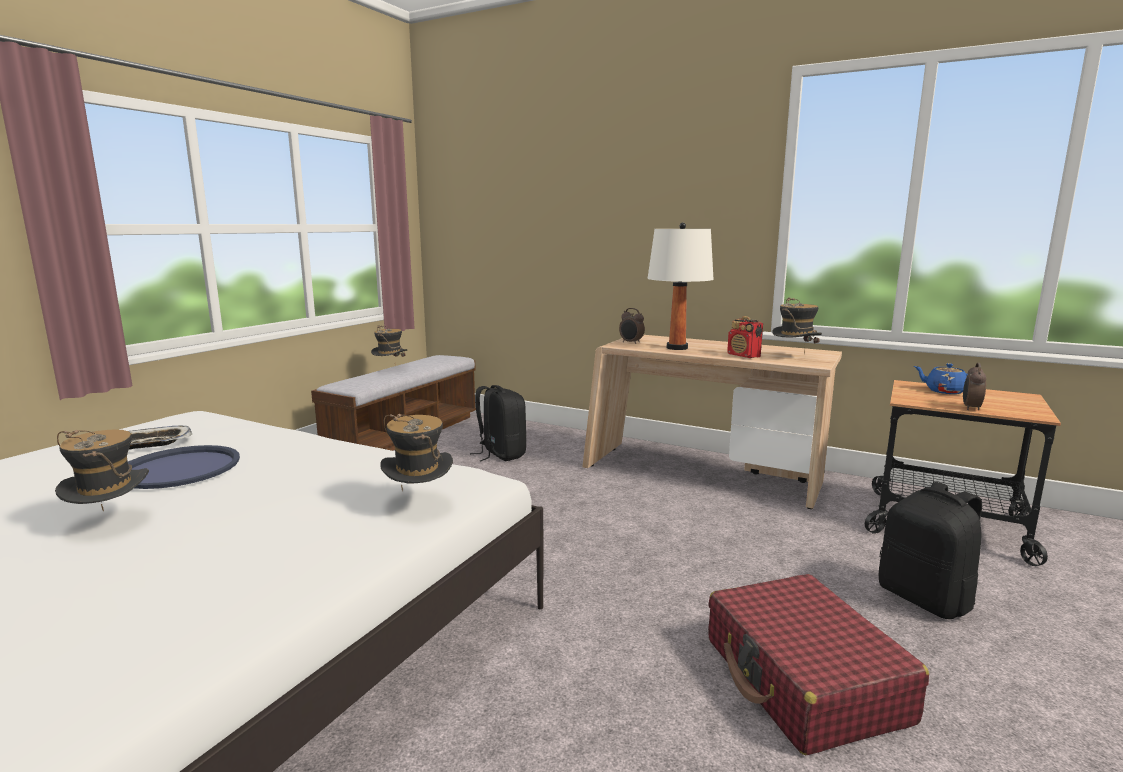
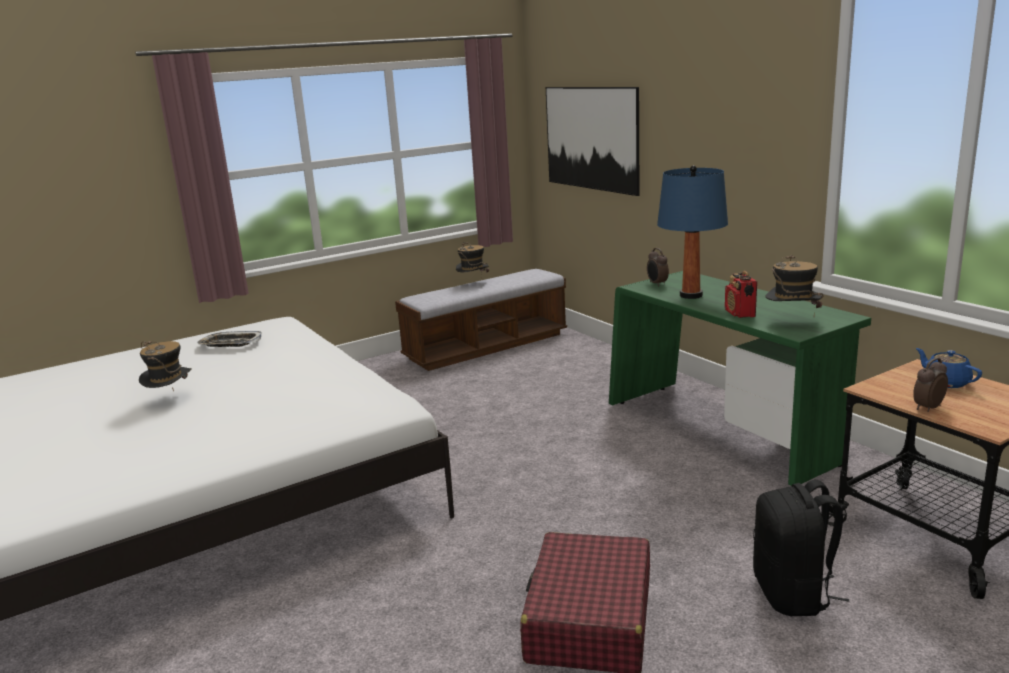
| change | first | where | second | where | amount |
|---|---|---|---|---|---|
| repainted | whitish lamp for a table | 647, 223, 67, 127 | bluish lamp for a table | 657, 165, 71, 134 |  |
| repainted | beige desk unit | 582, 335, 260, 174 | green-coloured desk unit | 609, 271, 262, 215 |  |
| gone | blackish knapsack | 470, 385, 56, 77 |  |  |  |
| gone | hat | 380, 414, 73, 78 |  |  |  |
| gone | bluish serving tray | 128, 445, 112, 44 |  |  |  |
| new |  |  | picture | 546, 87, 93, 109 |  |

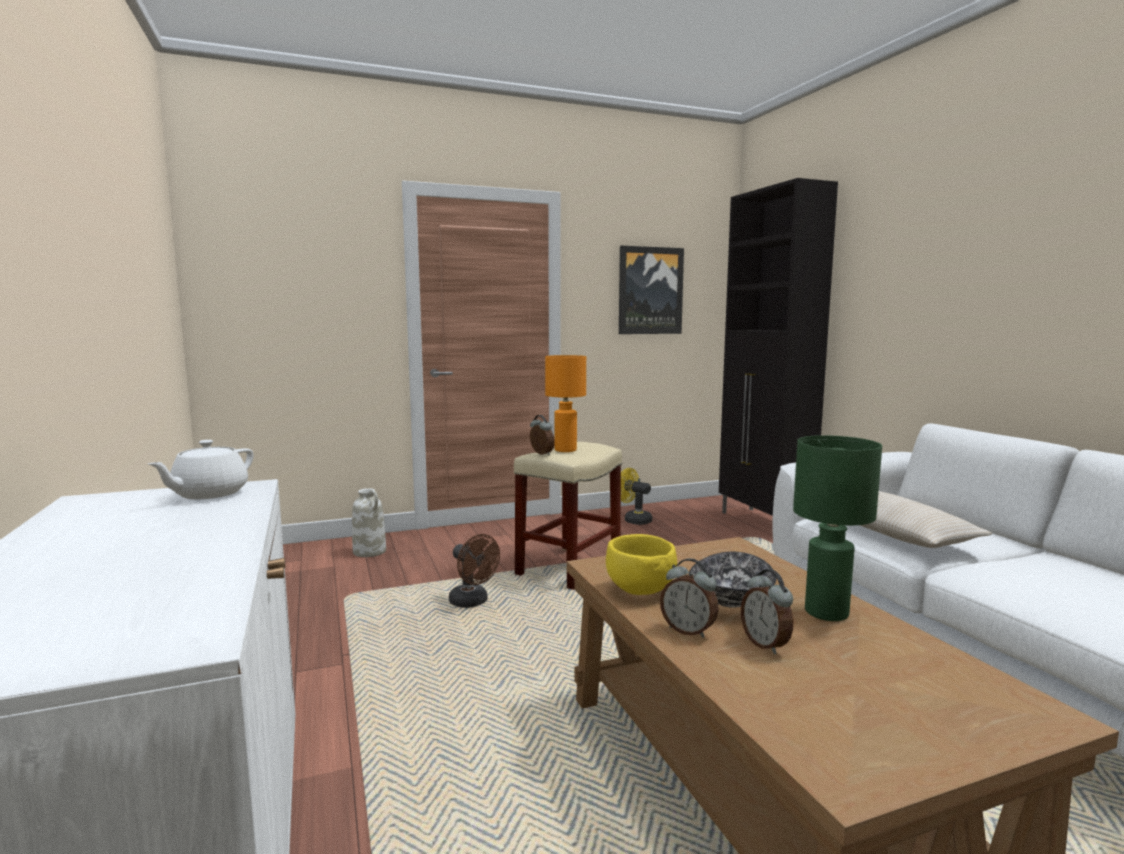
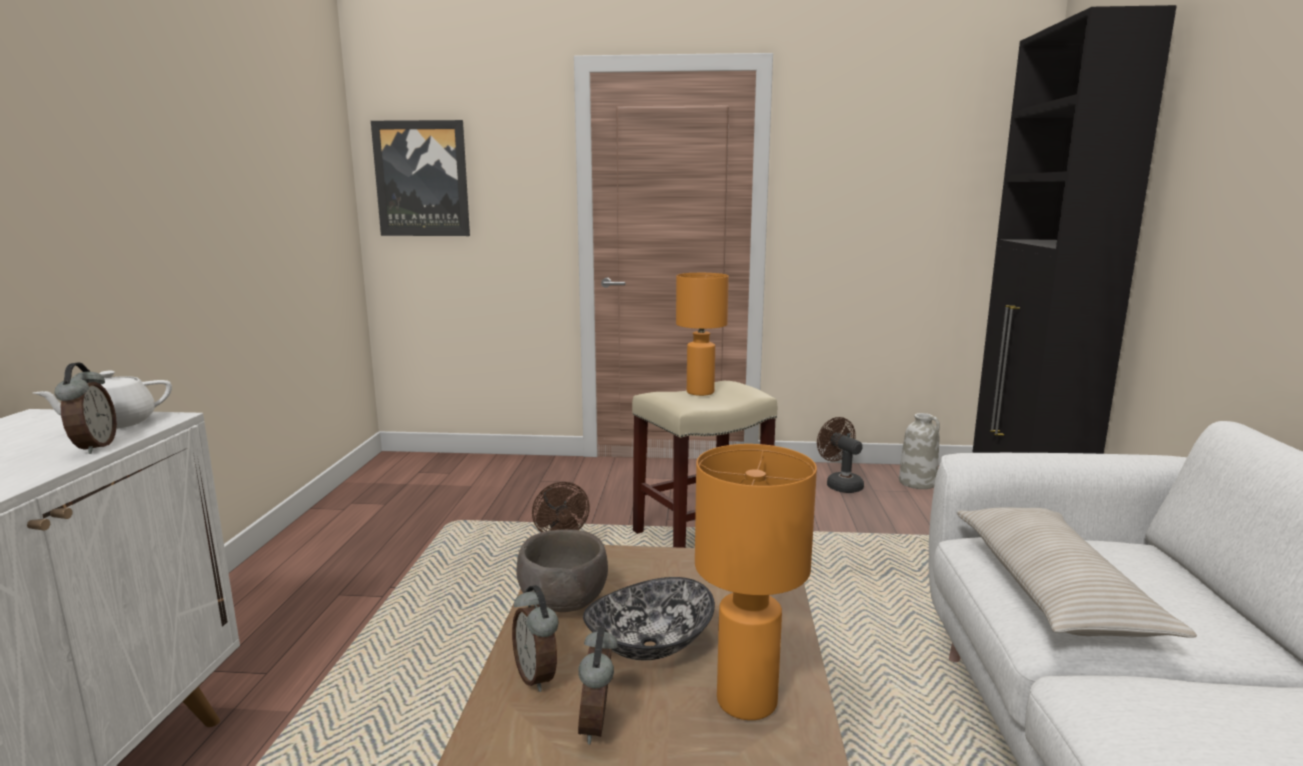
| change | first | where | second | where | amount |
|---|---|---|---|---|---|
| shifted | picture | 619, 246, 65, 88 |  | 371, 120, 99, 116 |  |
| shifted | bedside clock | 530, 415, 25, 40 |  | 54, 362, 63, 92 |  |
| repainted | green-coloured lamp for a table | 793, 435, 89, 186 | orange-coloured lamp for a table | 695, 444, 122, 276 |  |
| repainted | yellowish electric fan | 621, 468, 31, 57 | brown-coloured electric fan | 817, 417, 47, 76 |  |
| shifted | whitish flower vase | 352, 488, 34, 69 |  | 899, 413, 41, 76 |  |
| repainted | yellowish serving bowl | 606, 534, 71, 61 | brown-coloured serving bowl | 516, 529, 92, 83 |  |

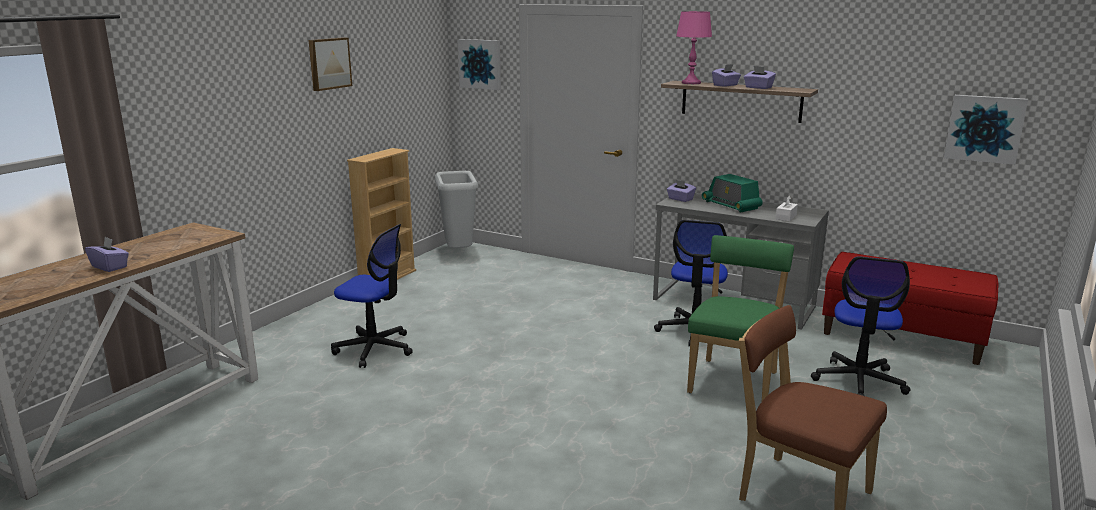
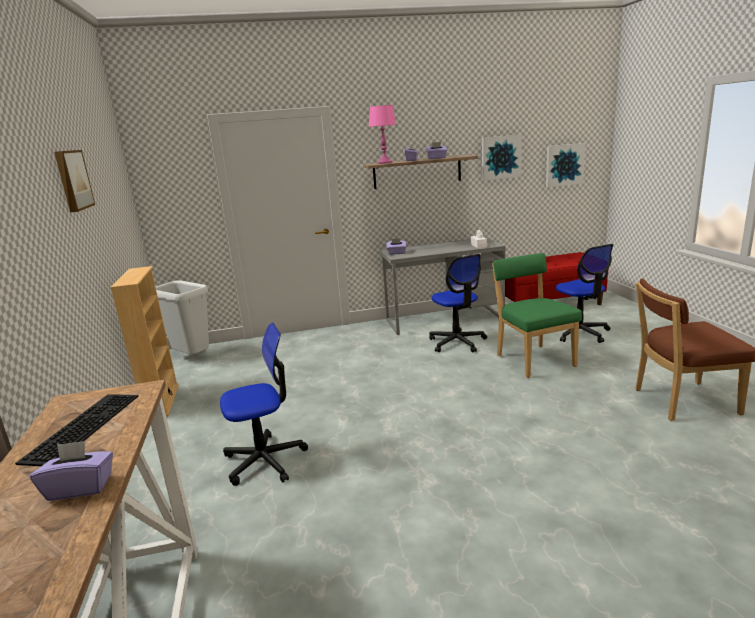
| change | first | where | second | where | amount |
|---|---|---|---|---|---|
| shifted | picture | 458, 39, 43, 51 |  | 482, 135, 40, 45 |  |
| gone | radio set | 702, 174, 61, 39 |  |  |  |
| new |  |  | PC keyboard | 15, 394, 123, 72 |  |

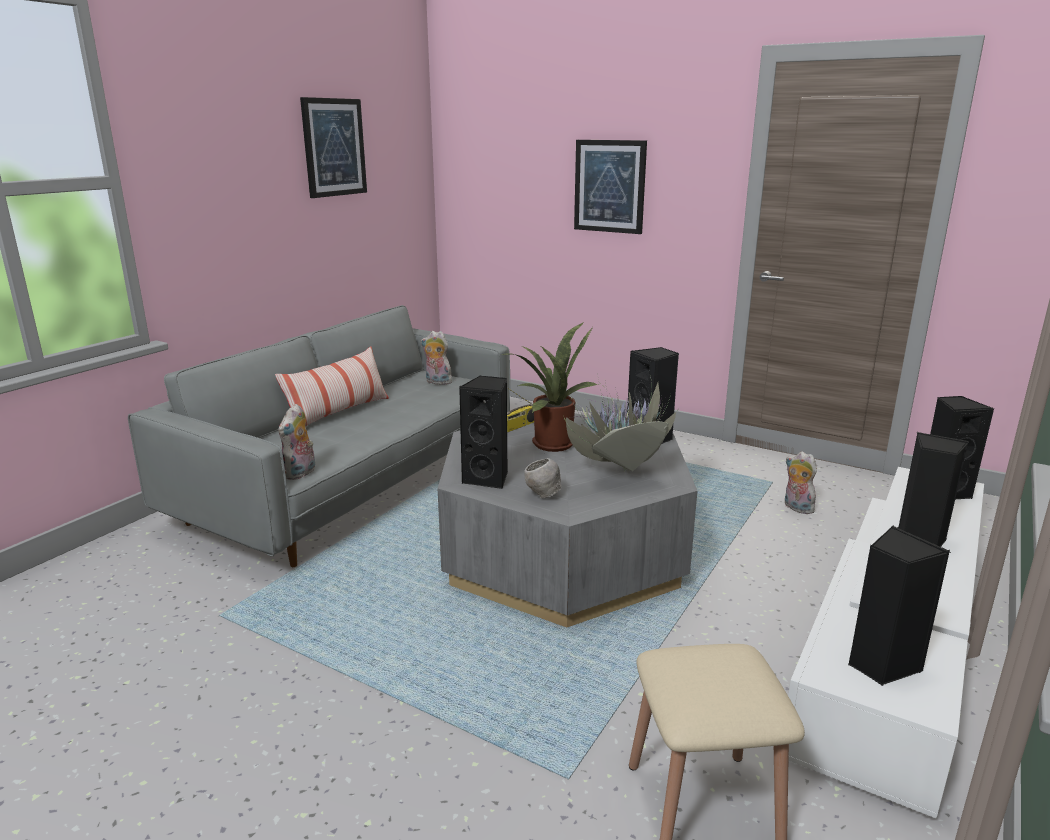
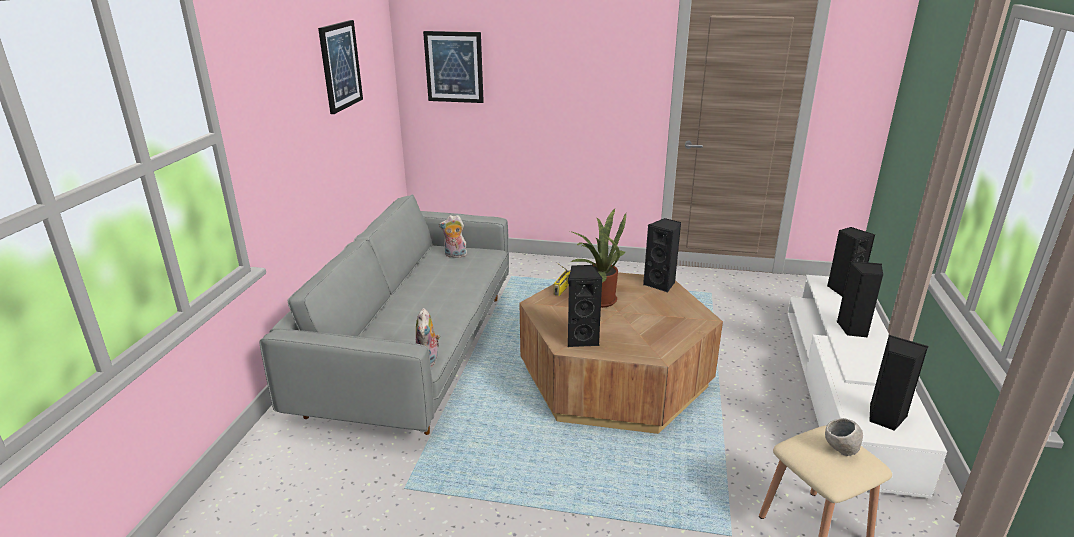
| change | first | where | second | where | amount |
|---|---|---|---|---|---|
| shifted | picture | 574, 140, 73, 94 |  | 423, 31, 61, 72 |  |
| gone | cushion | 275, 346, 114, 80 |  |  |  |
| gone | plant in a pot | 563, 375, 113, 97 |  |  |  |
| repainted | gray coffee table | 438, 413, 259, 215 | brown-coloured coffee table | 519, 272, 204, 162 |  |
| gone | soft toy | 785, 451, 33, 63 |  |  |  |
| shifted | gray serving bowl | 524, 458, 37, 40 |  | 825, 418, 38, 38 |  |

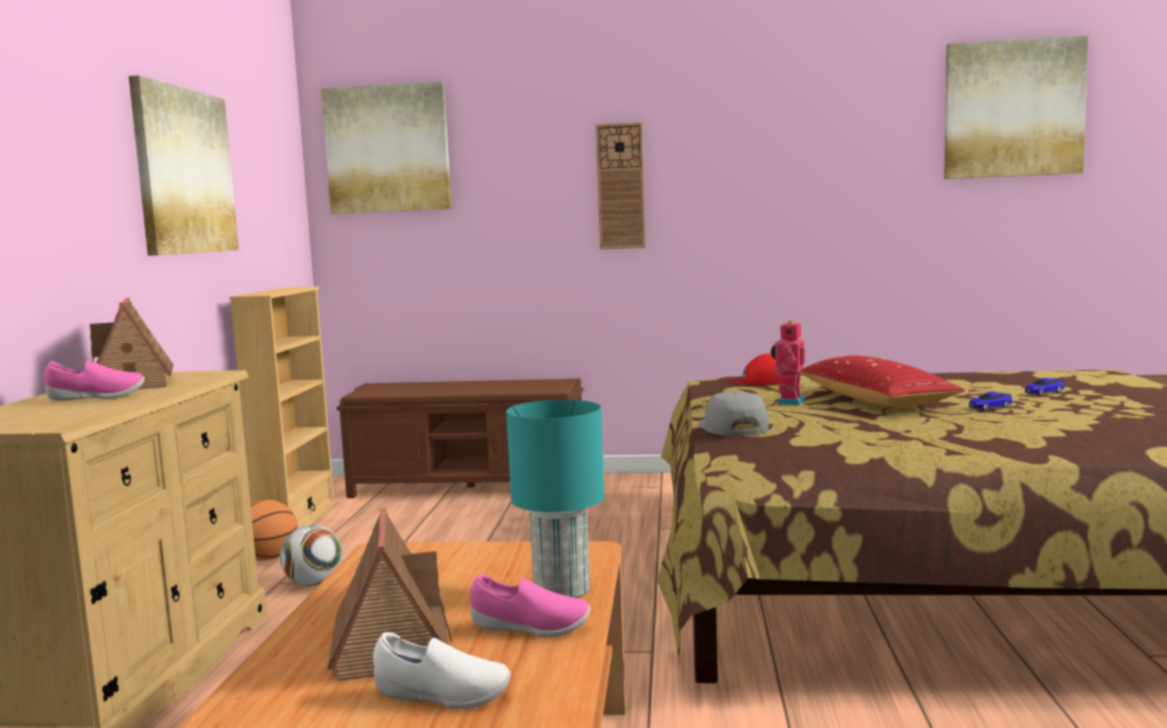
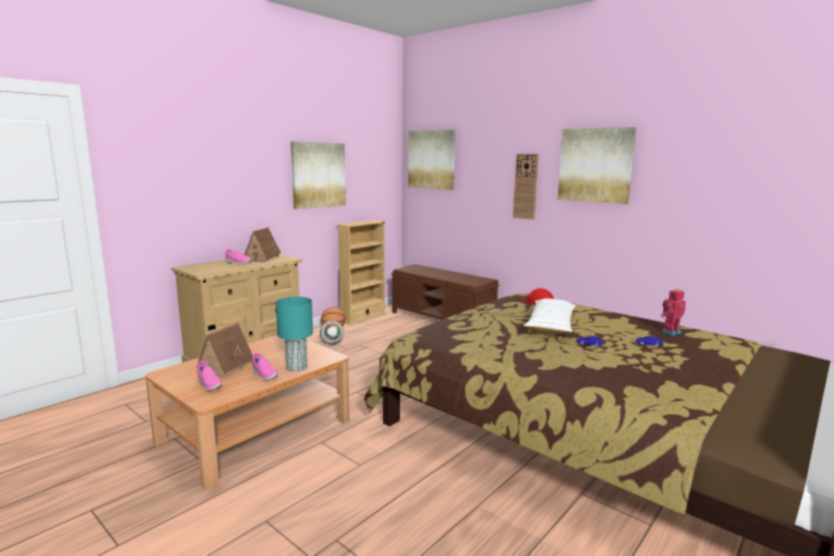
| change | first | where | second | where | amount |
|---|---|---|---|---|---|
| shifted | picture | 944, 35, 144, 144 |  | 557, 127, 79, 77 |  |
| shifted | robot figure | 771, 319, 34, 86 |  | 661, 289, 25, 47 |  |
| repainted | red-coloured cushion | 801, 355, 164, 52 | whitish cushion | 524, 298, 52, 36 |  |
| gone | gray peaked cap | 698, 392, 71, 44 |  |  |  |
| repainted | whitish item of footwear | 373, 632, 138, 77 | pink item of footwear | 197, 361, 25, 30 |  |

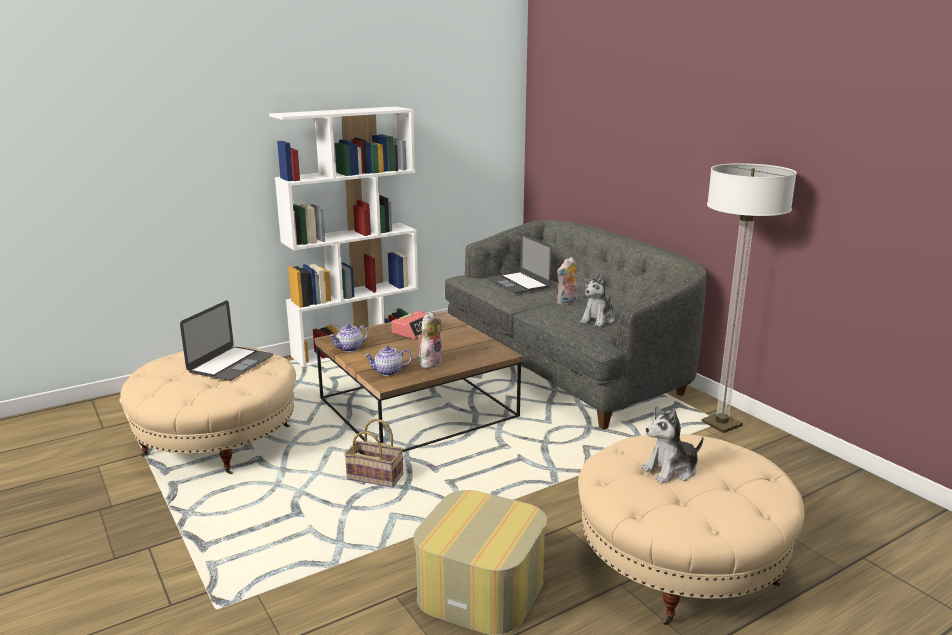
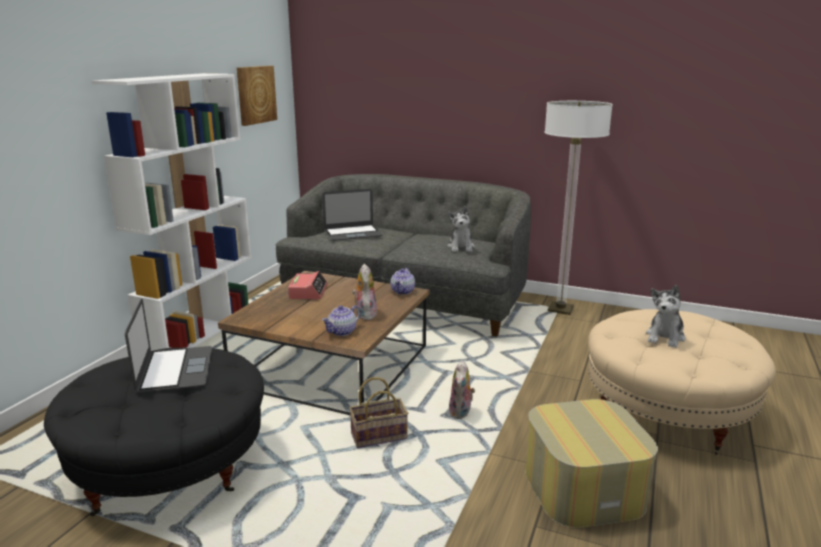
| change | first | where | second | where | amount |
|---|---|---|---|---|---|
| rotated | laptop | 487, 234, 65, 59 |  | 322, 189, 61, 52 | 45 degrees counterclockwise |
| shifted | soft toy | 556, 257, 22, 49 |  | 449, 360, 26, 59 |  |
| shifted | pot for tea | 329, 324, 40, 28 |  | 390, 268, 25, 27 |  |
| repainted | beige ottoman | 121, 347, 175, 127 | blackish ottoman | 44, 348, 220, 168 |  |
| new |  |  | picture | 237, 66, 40, 60 |  |

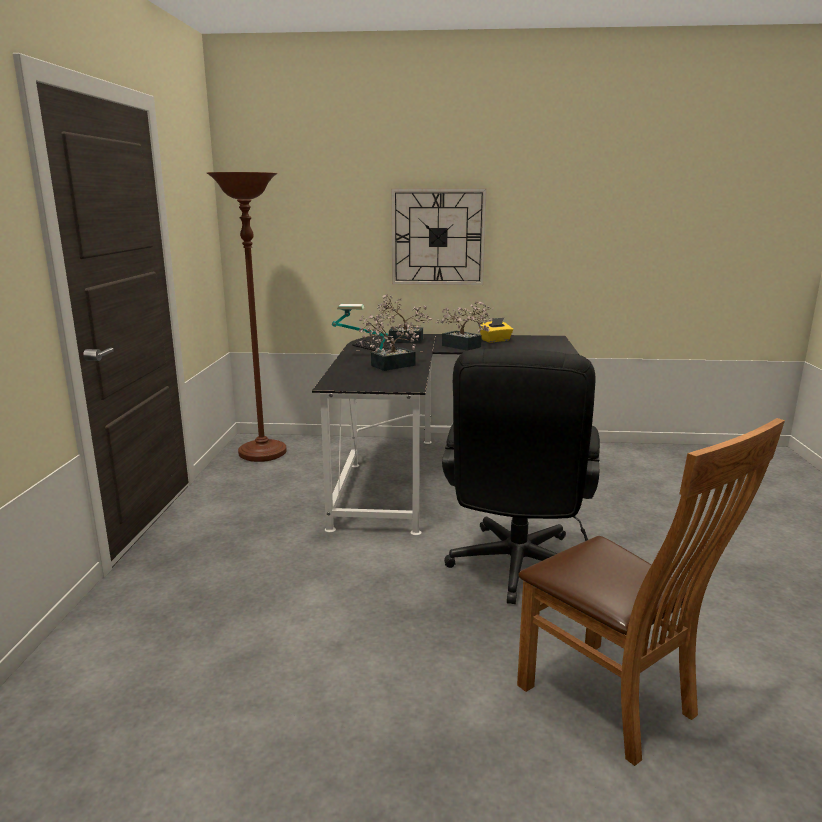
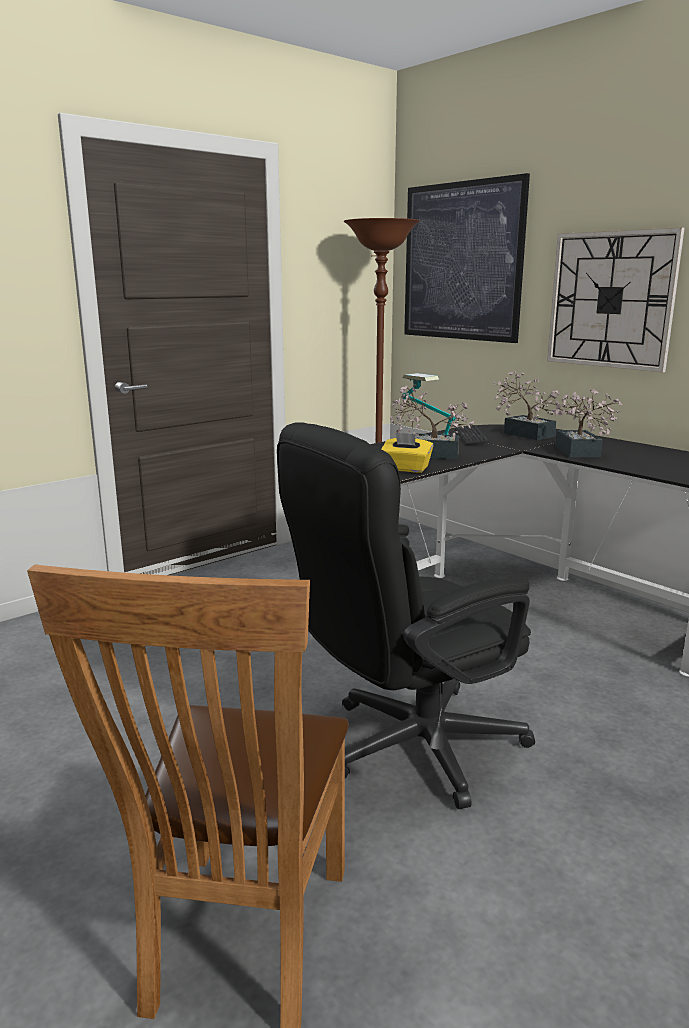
| change | first | where | second | where | amount |
|---|---|---|---|---|---|
| shifted | yellowish tissue box | 479, 318, 34, 24 |  | 381, 432, 52, 41 |  |
| new |  |  | picture | 404, 173, 126, 170 |  |

